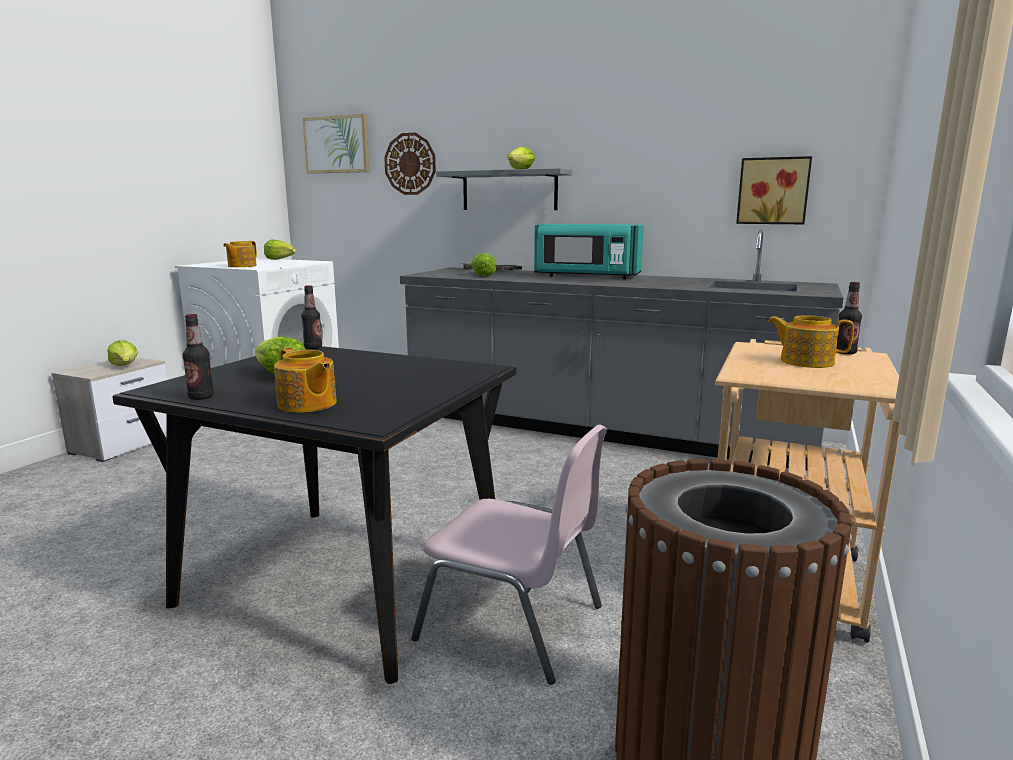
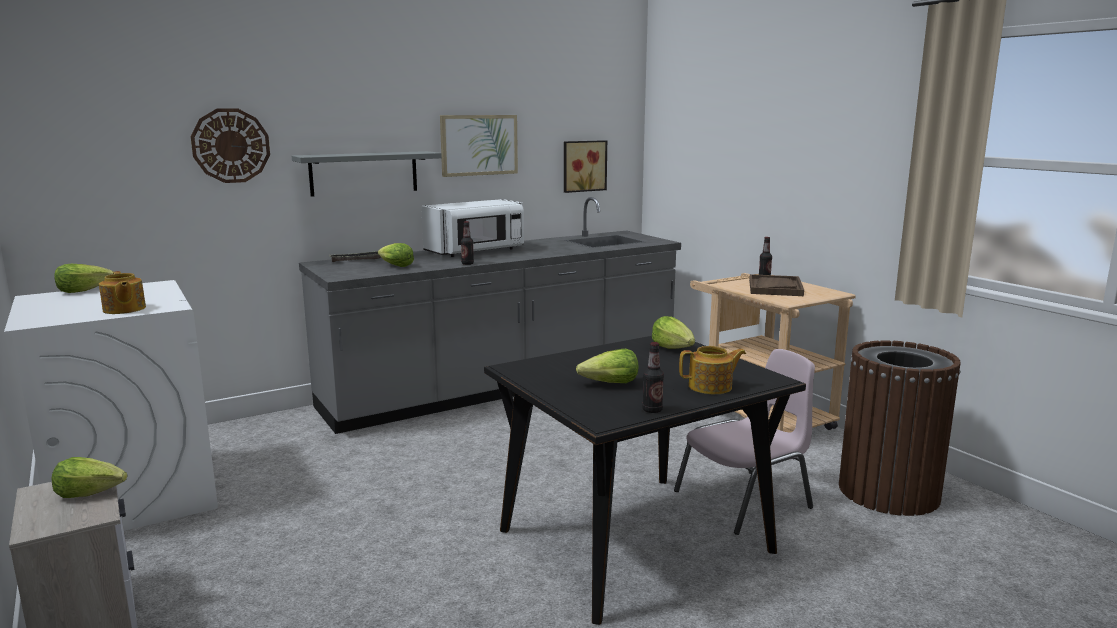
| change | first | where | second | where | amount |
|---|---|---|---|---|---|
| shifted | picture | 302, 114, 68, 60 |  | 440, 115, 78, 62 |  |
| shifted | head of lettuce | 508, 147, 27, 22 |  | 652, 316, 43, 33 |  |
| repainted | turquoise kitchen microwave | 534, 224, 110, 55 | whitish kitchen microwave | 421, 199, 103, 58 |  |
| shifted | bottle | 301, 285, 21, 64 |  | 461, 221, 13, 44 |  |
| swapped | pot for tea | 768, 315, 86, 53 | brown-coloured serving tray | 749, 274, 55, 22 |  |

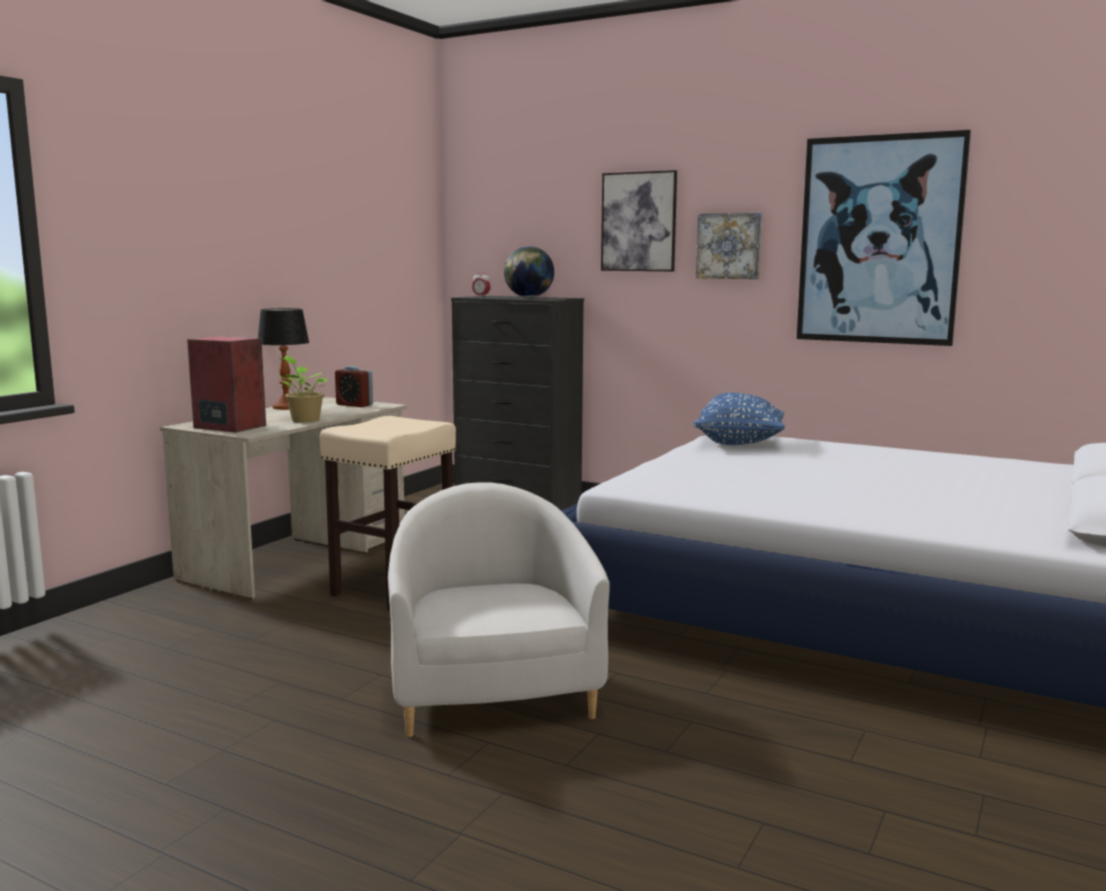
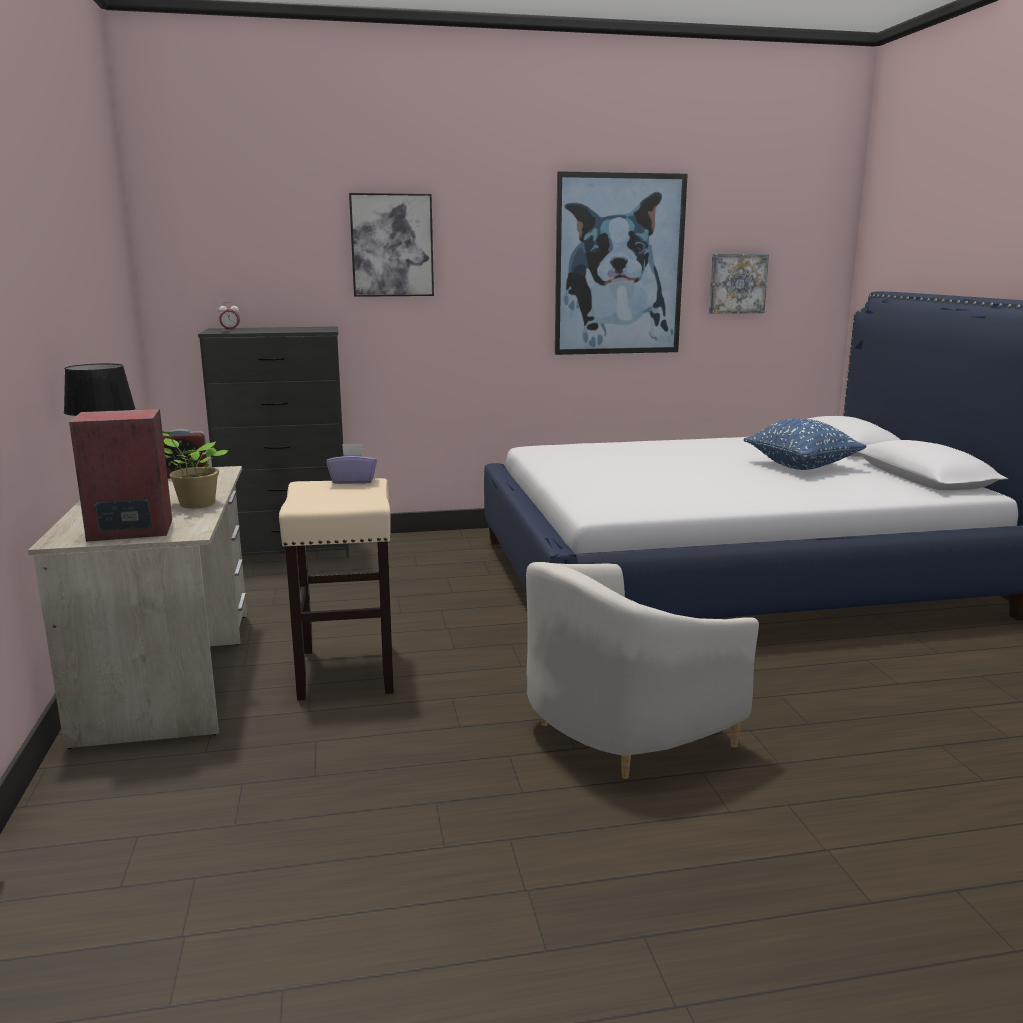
| change | first | where | second | where | amount |
|---|---|---|---|---|---|
| shifted | picture | 696, 213, 66, 66 |  | 709, 254, 60, 60 |  |
| gone | desk globe | 504, 246, 50, 51 |  |  |  |
| shifted | bluish cushion | 694, 392, 91, 53 |  | 744, 419, 122, 51 |  |
| rotated | whitish easy chair | 388, 482, 222, 255 |  | 526, 562, 233, 217 | 75 degrees counterclockwise |
| new |  |  | purple tissue box | 326, 444, 51, 40 |  |

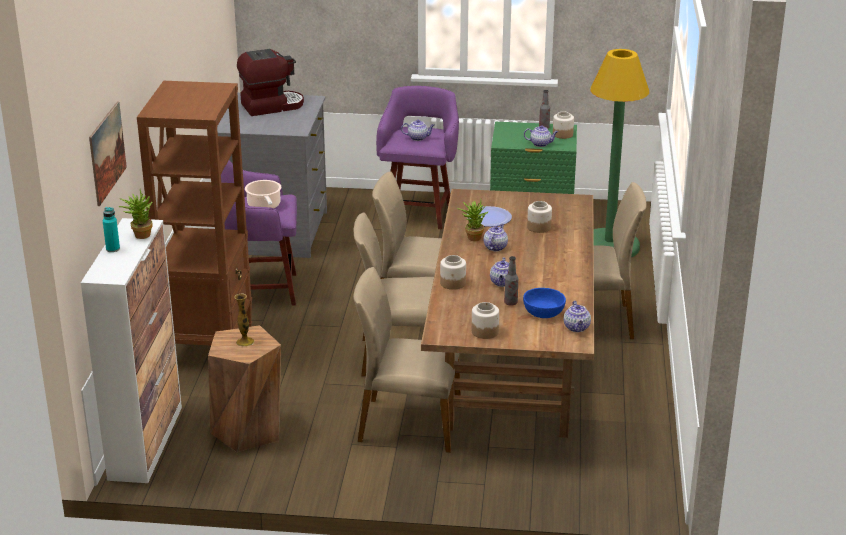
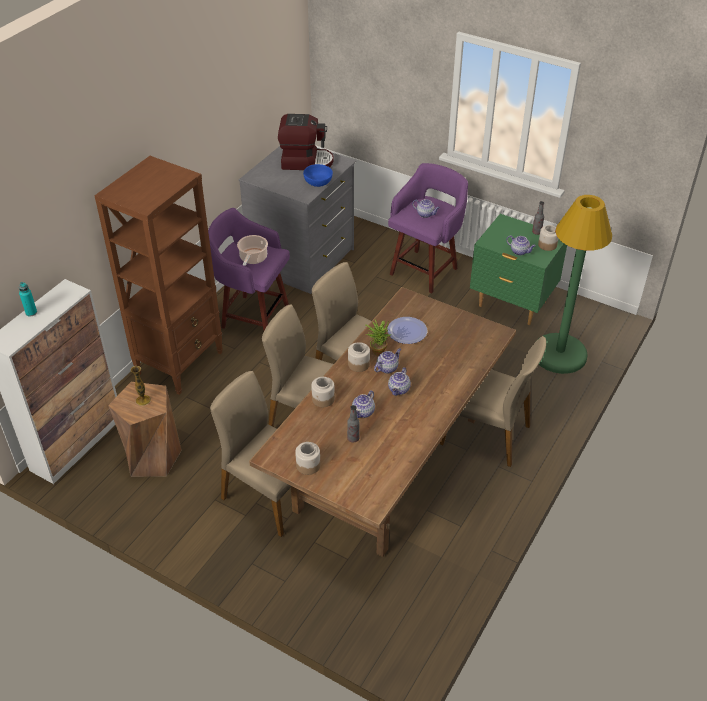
| change | first | where | second | where | amount |
|---|---|---|---|---|---|
| gone | picture | 89, 101, 38, 105 |  |  |  |
| gone | plant in a pot | 119, 189, 34, 50 |  |  |  |
| shifted | storage jar | 527, 201, 25, 32 |  | 348, 342, 22, 30 |  |
| shifted | bluish serving bowl | 523, 288, 43, 30 |  | 303, 164, 30, 23 |  |
| shifted | pot for tea | 564, 301, 27, 31 |  | 388, 367, 23, 29 |  |

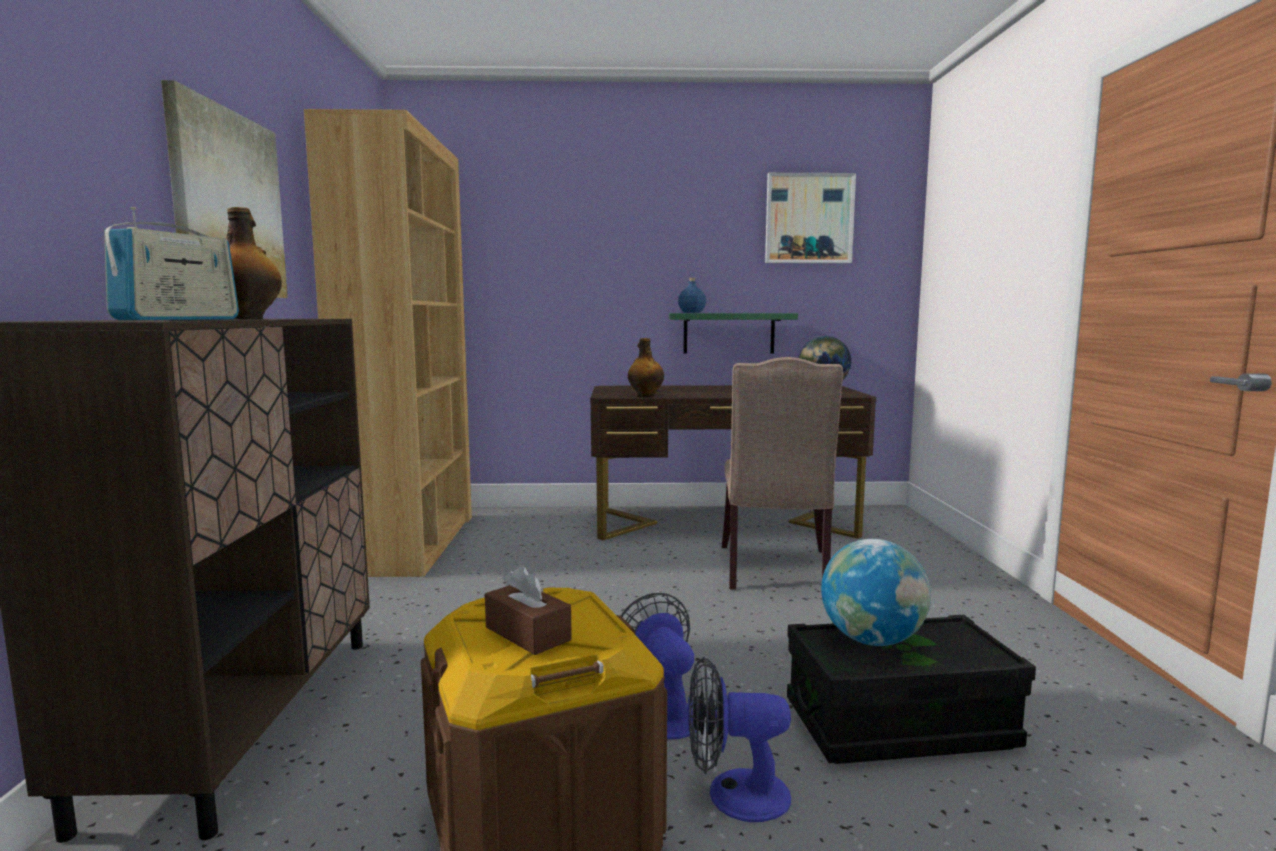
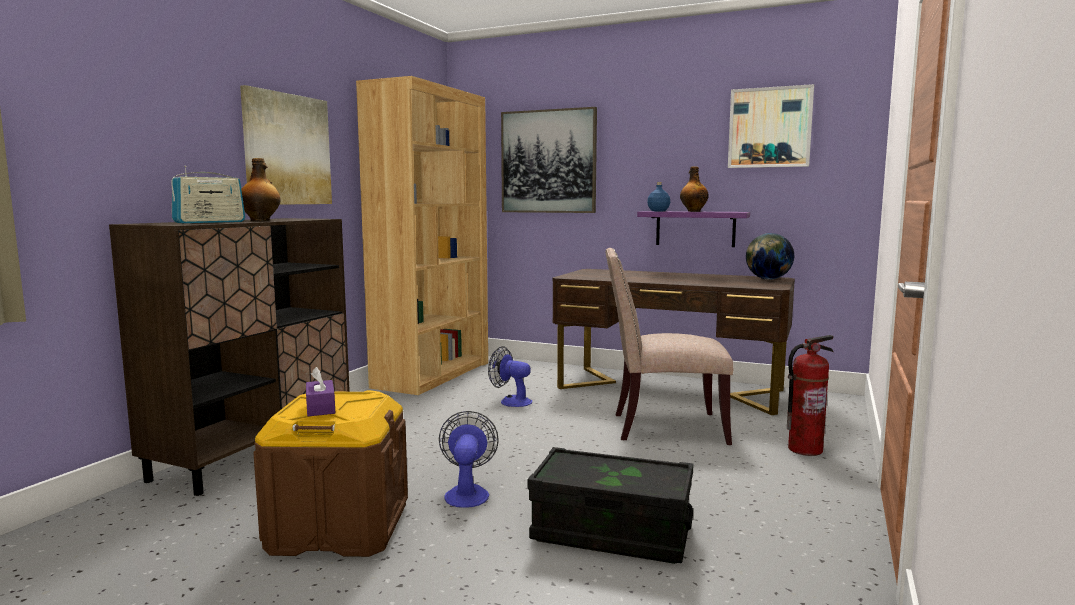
| change | first | where | second | where | amount |
|---|---|---|---|---|---|
| repainted | green-coloured wall shelf | 669, 313, 129, 41 | purple wall shelf | 637, 211, 113, 36 |  |
| shifted | bottle | 628, 338, 36, 59 |  | 680, 166, 29, 46 |  |
| rotated | beige chair | 722, 357, 122, 233 |  | 605, 248, 128, 197 | 60 degrees clockwise |
| gone | desk globe | 821, 539, 110, 107 |  |  |  |
| repainted | brown-coloured tissue box | 485, 565, 87, 90 | purple tissue box | 306, 367, 29, 49 |  |
| shifted | electric fan | 688, 657, 103, 165 |  | 488, 346, 44, 61 |  |
| new |  |  | picture | 501, 107, 96, 106 |  |
| new |  |  | extinguisher | 787, 335, 47, 121 |  |

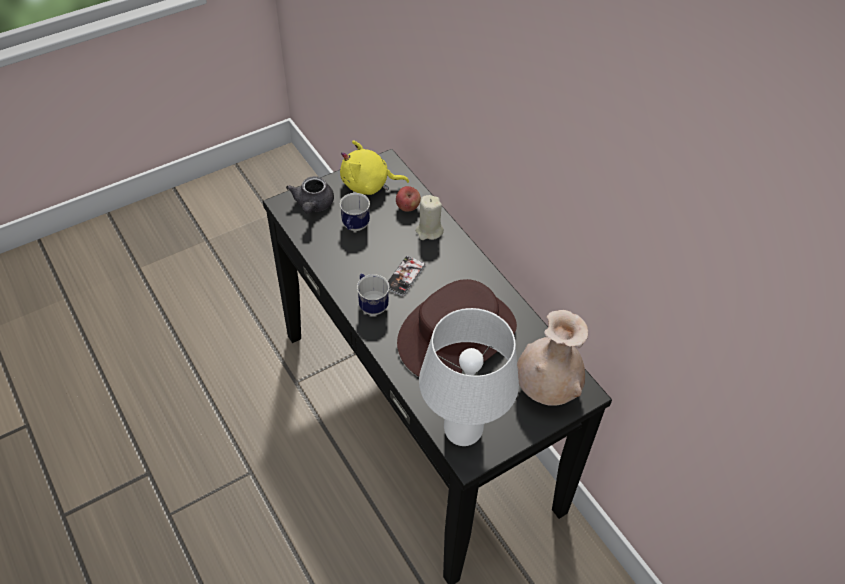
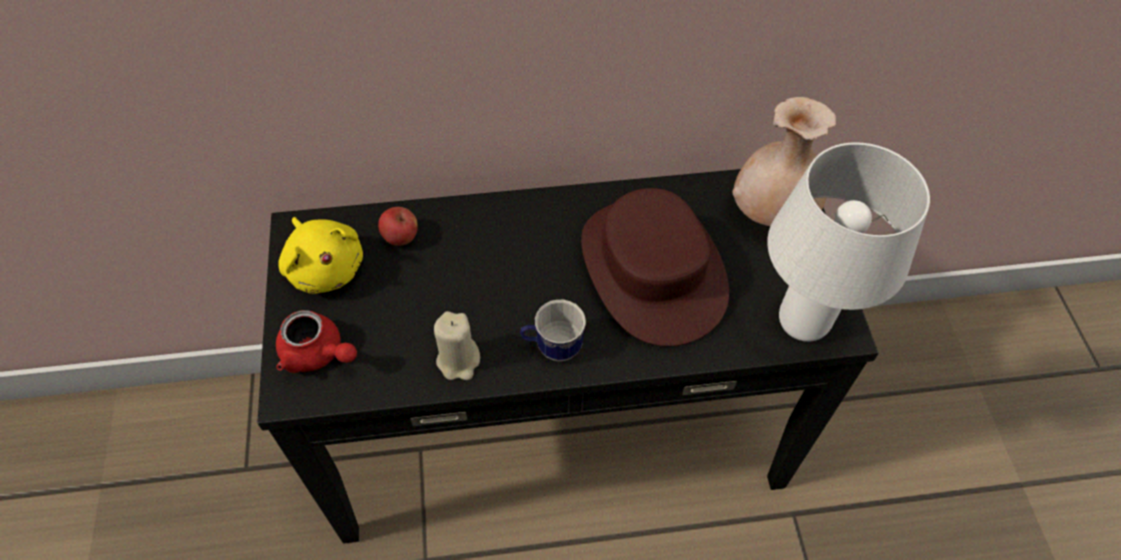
| change | first | where | second | where | amount |
|---|---|---|---|---|---|
| rotated | yellowish soft toy | 340, 140, 69, 55 |  | 278, 217, 85, 77 | 60 degrees counterclockwise |
| repainted | gray pot for tea | 286, 176, 48, 37 | red-coloured pot for tea | 276, 310, 81, 63 |  |
| gone | coffee mug | 340, 193, 30, 38 |  |  |  |
| shifted | beige candle | 415, 195, 29, 45 |  | 434, 311, 46, 69 |  |
| gone | phone | 388, 256, 38, 40 |  |  |  |

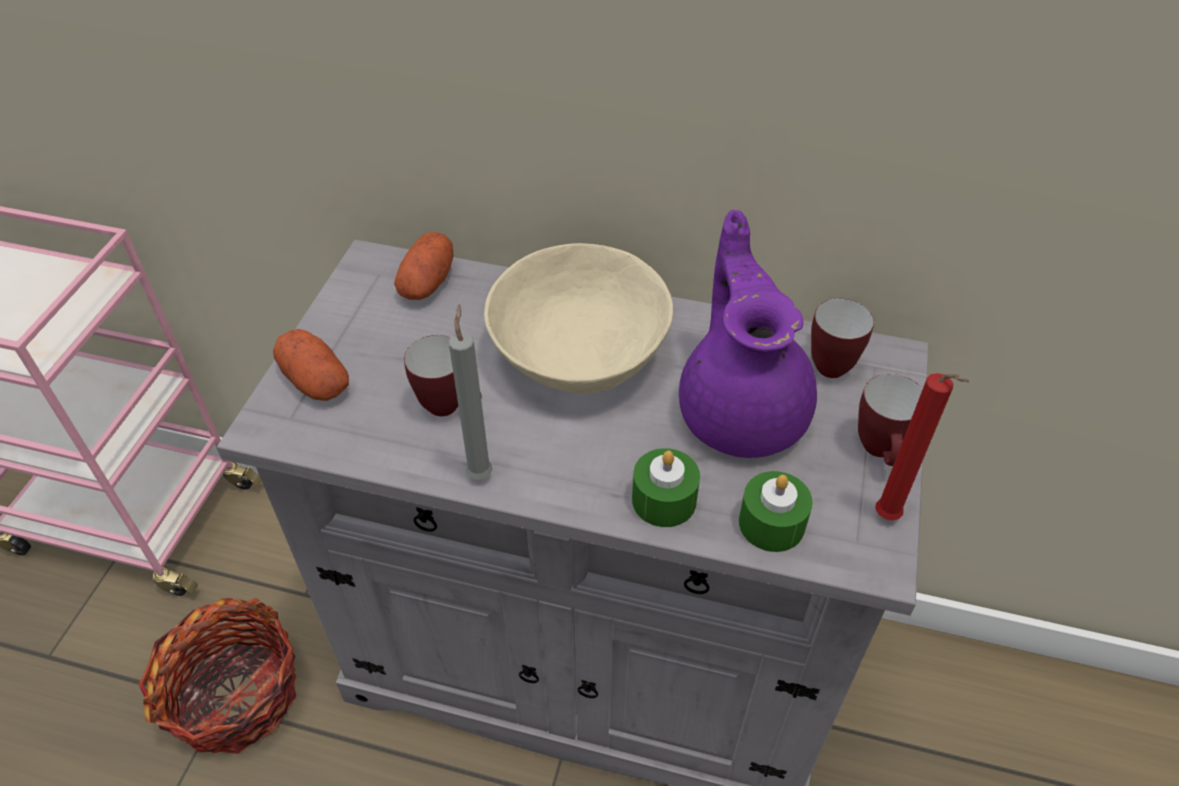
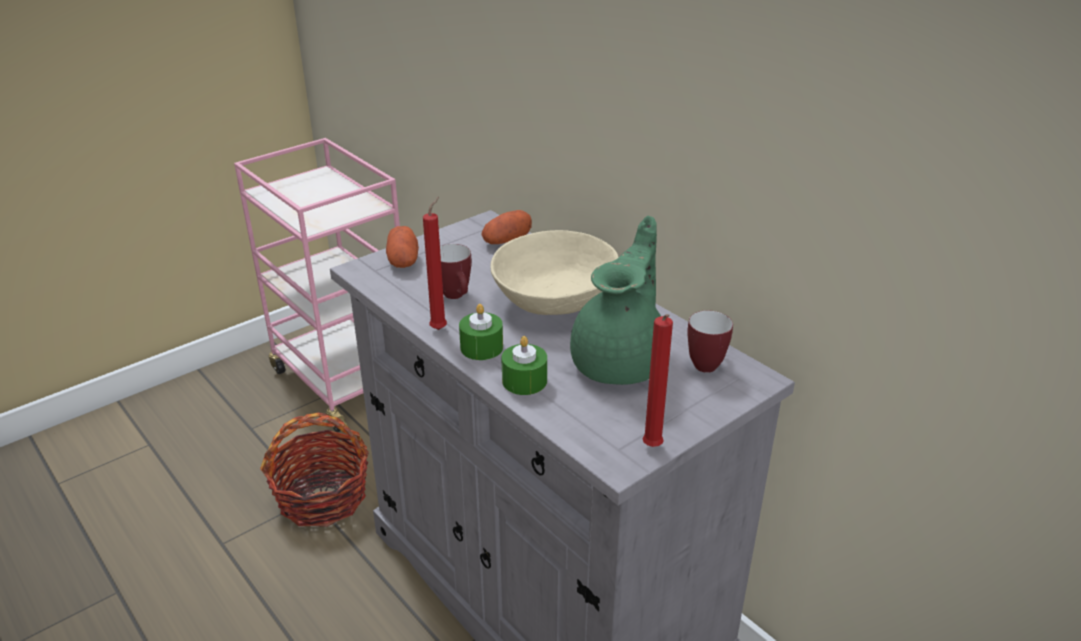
| change | first | where | second | where | amount |
|---|---|---|---|---|---|
| repainted | purple pot for tea | 679, 210, 138, 248 | green-coloured pot for tea | 570, 216, 91, 169 |  |
| repainted | gray candle | 448, 304, 45, 176 | red-coloured candle | 423, 197, 24, 133 |  |
| gone | coffee mug | 858, 374, 65, 92 |  |  |  |
| shifted | green-coloured candle | 739, 471, 74, 81 |  | 459, 304, 44, 56 |  |

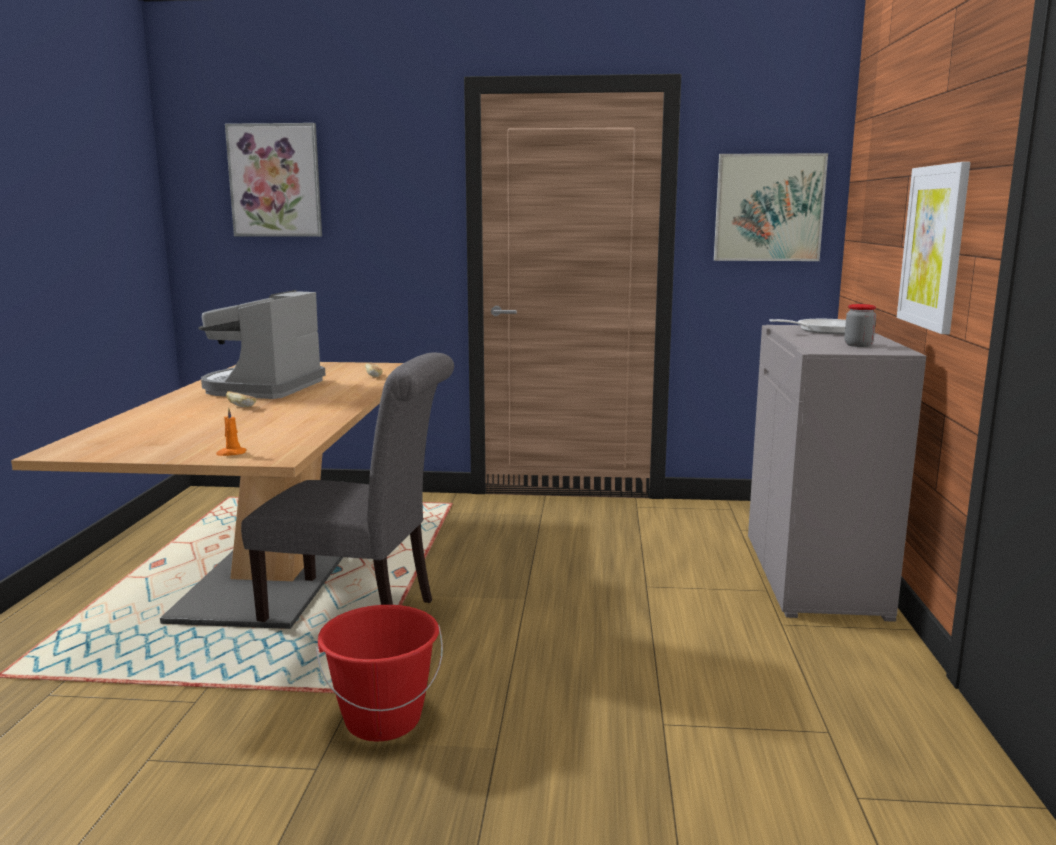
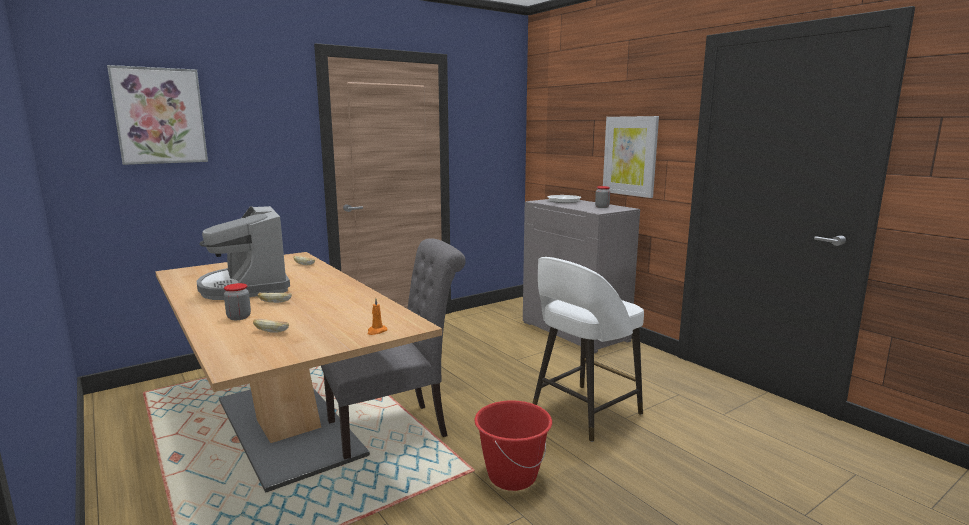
| change | first | where | second | where | amount |
|---|---|---|---|---|---|
| gone | picture | 714, 153, 114, 108 |  |  |  |
| new |  |  | whitish stool seat | 532, 257, 112, 185 |  |
| new |  |  | storage jar | 224, 283, 27, 37 |  |
| new |  |  | bread | 253, 319, 36, 14 |  |

